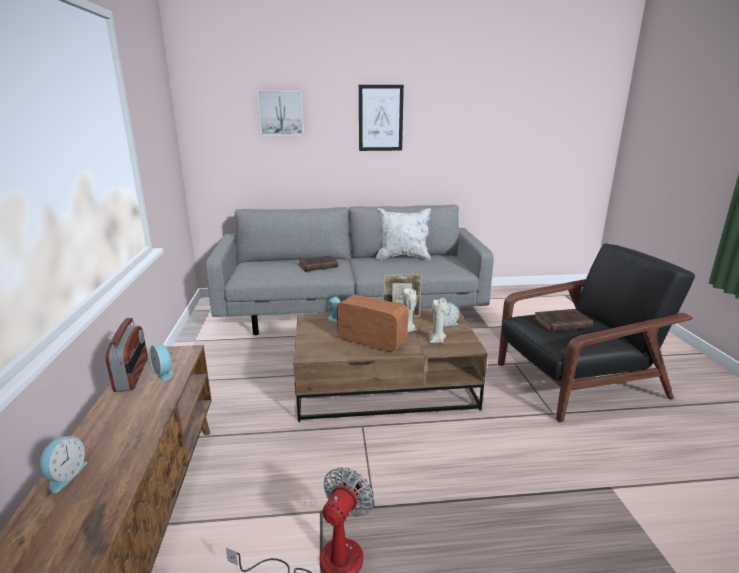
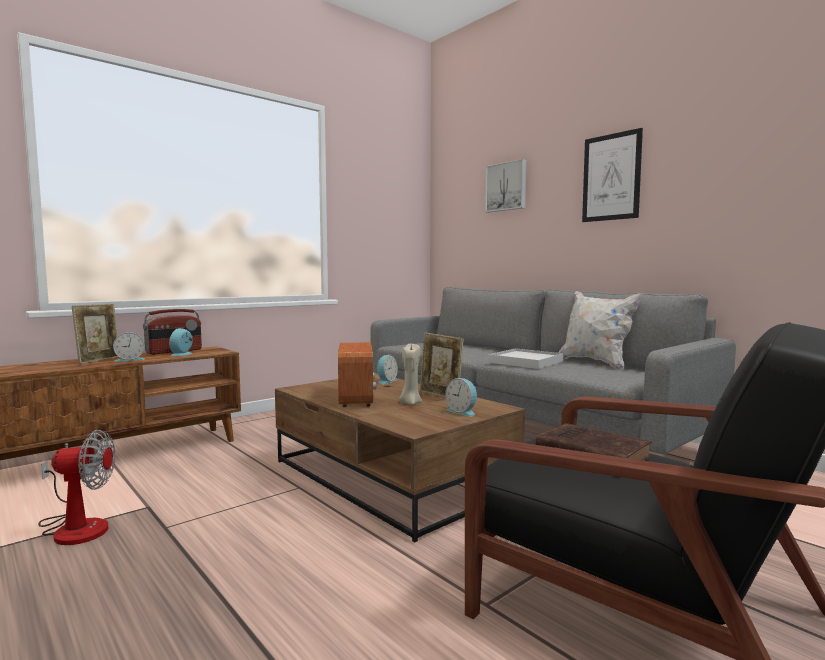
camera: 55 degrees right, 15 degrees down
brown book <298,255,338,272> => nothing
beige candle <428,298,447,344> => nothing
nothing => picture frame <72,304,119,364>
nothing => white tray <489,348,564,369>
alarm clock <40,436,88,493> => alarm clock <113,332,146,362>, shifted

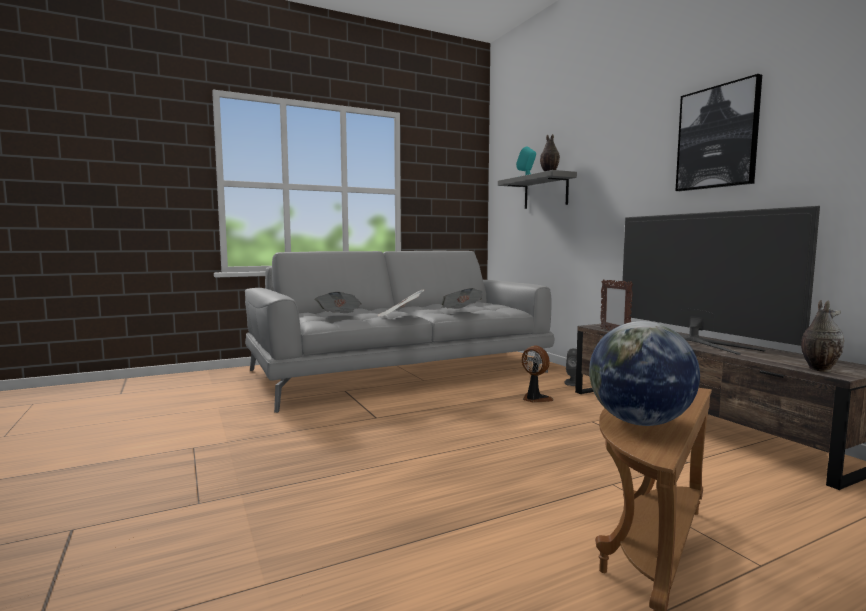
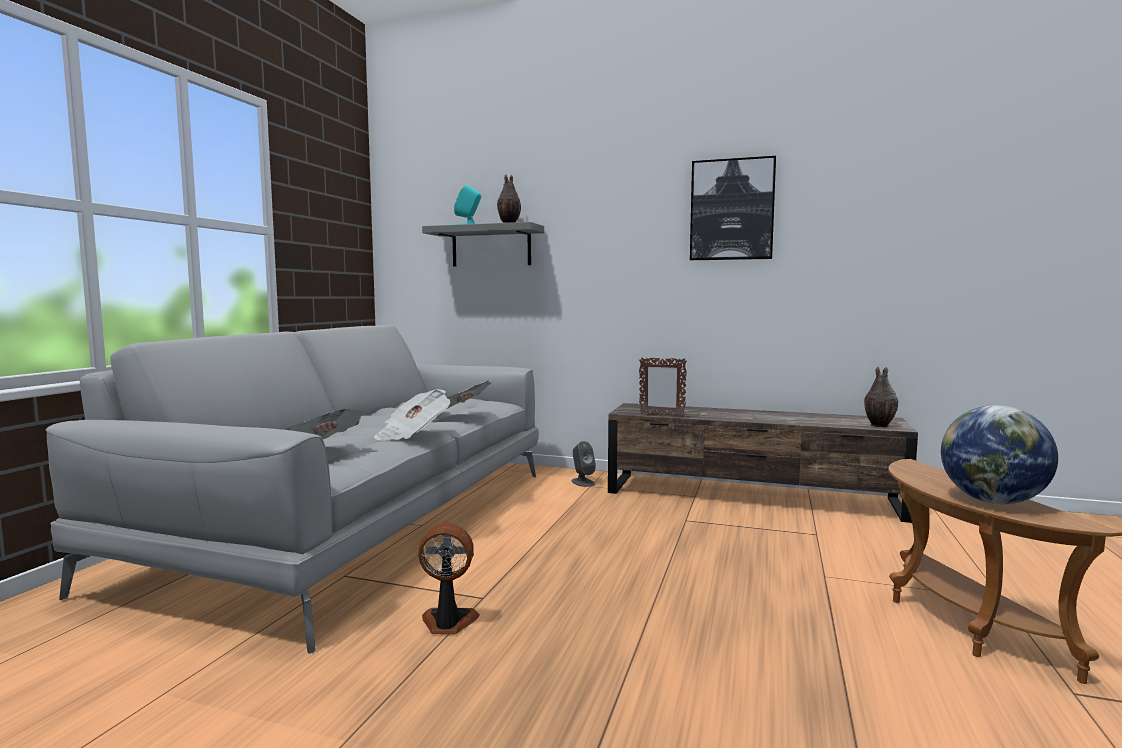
camera: 45 degrees left, 0 degrees up
television <622,206,820,355> => nothing
fan <522,345,554,403> => fan <418,523,480,634>, shifted

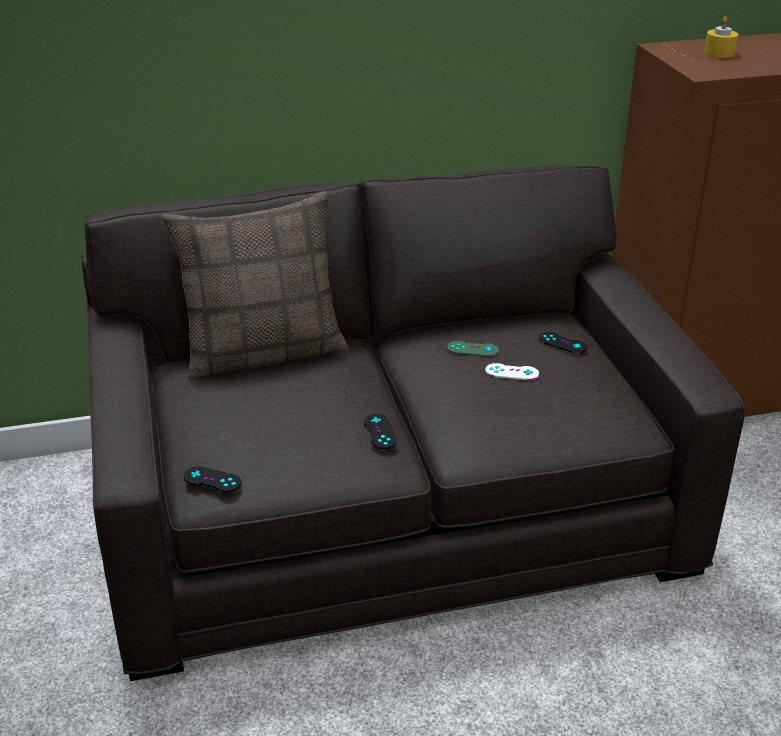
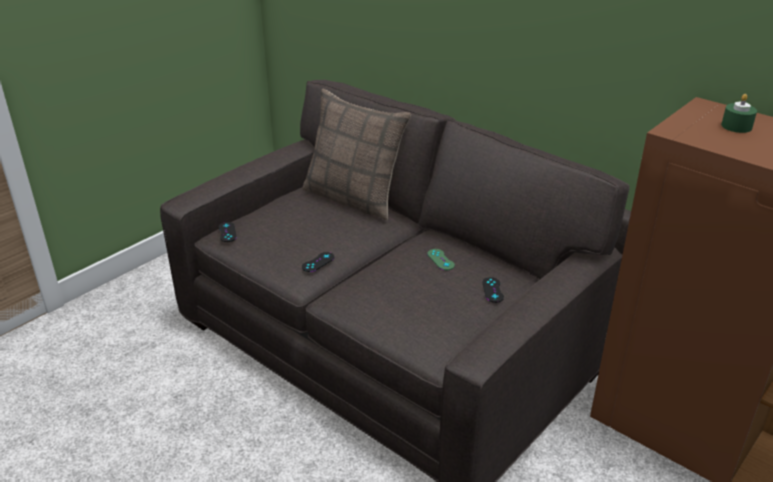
camera: 55 degrees right, 0 degrees up
white game controller <485,363,539,380> => nothing
yellow candle <704,17,738,58> => green candle <721,94,757,133>

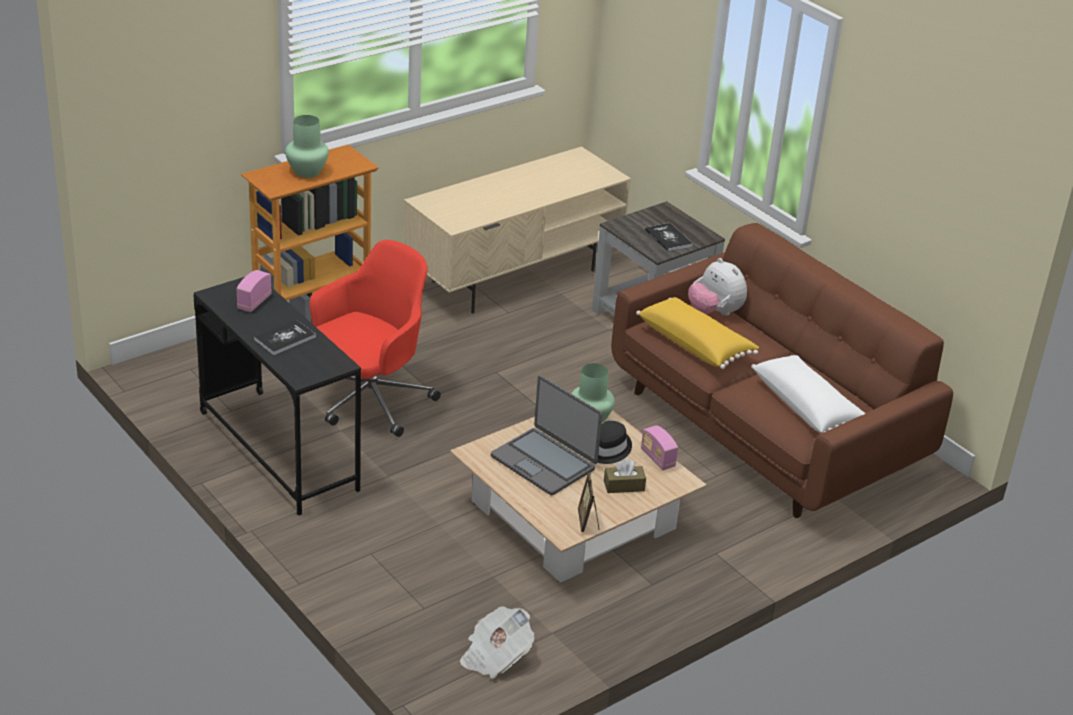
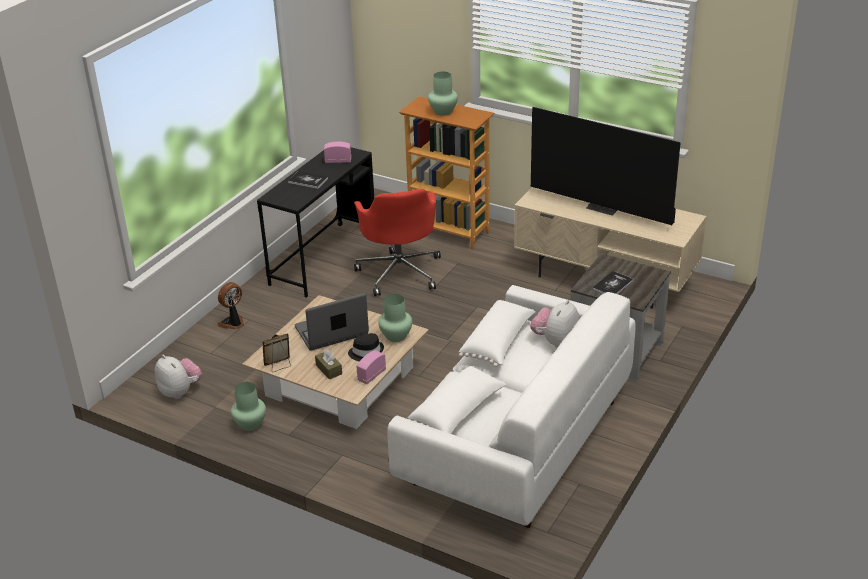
camera: 70 degrees right, 0 degrees up
nothing => fan <217,282,245,329>
nothing => green vase <231,382,266,431>
nothing => television <531,107,681,225>
newspaper <460,606,534,678> => plush toy <154,355,202,399>
brown sofa <611,223,953,518> => white sofa <387,285,635,528>
yellow pillow <636,297,759,369> => white pillow <459,300,536,367>
red office chair <309,240,441,437> => red office chair <354,189,441,296>, 60 degrees clockwise
laptop <491,375,602,495> => laptop <295,293,369,351>, 45 degrees clockwise

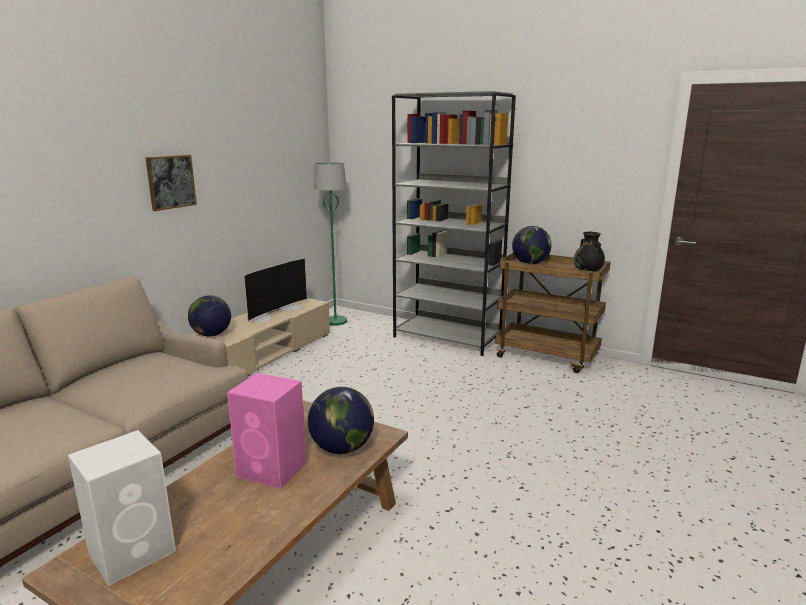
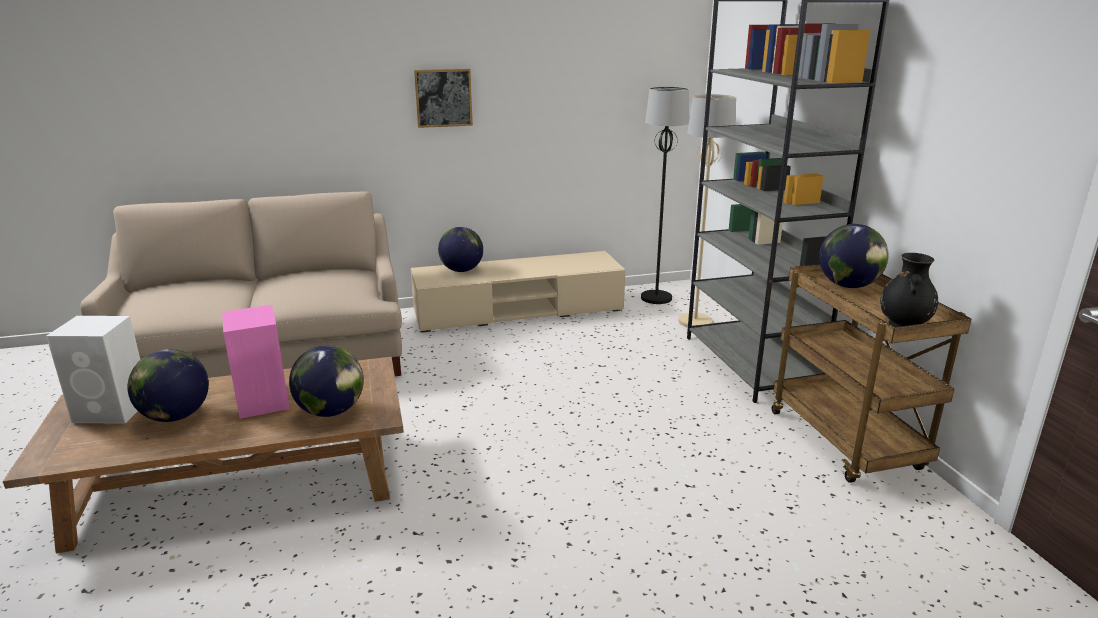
camera: 45 degrees right, 5 degrees up
television <244,258,307,323> => nothing
nothing => globe <127,349,209,422>
nothing => beige floor lamp <679,94,736,328>
green floor lamp <314,162,347,326> => black floor lamp <641,87,689,304>

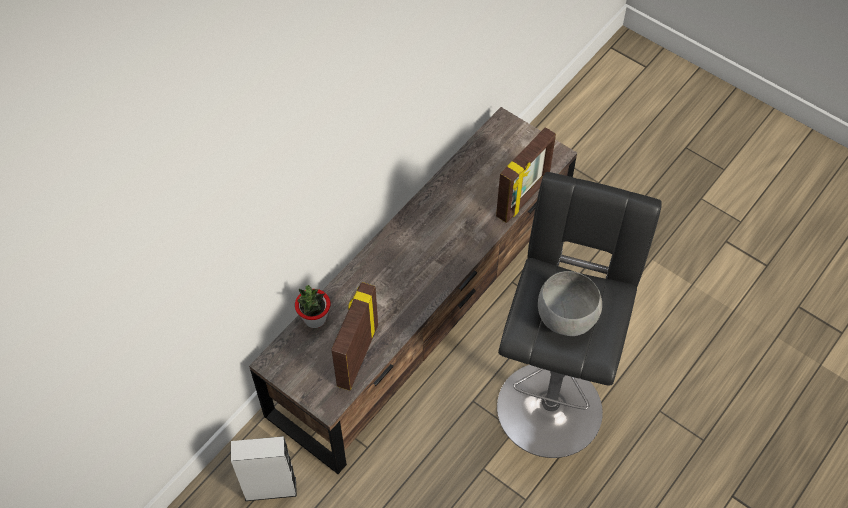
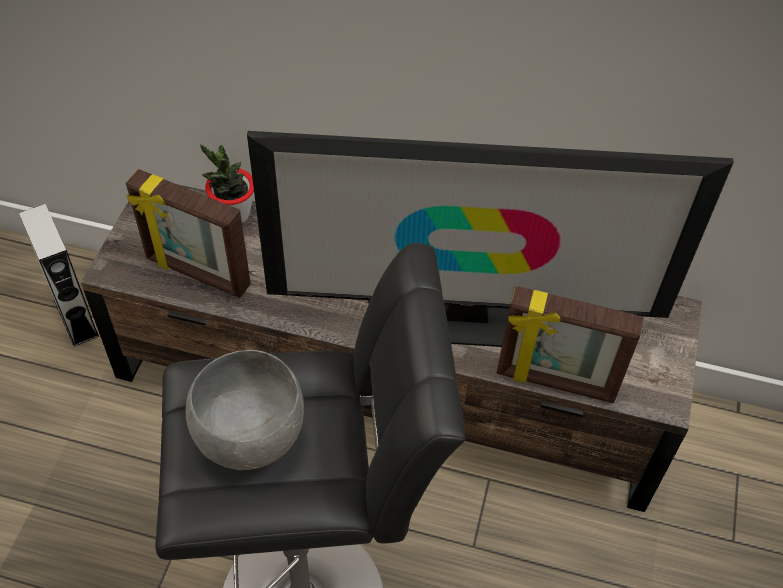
camera: 65 degrees right, 5 degrees down
nothing => television <247,131,734,347>
picture frame <331,282,378,391> => picture frame <126,169,251,298>, 150 degrees counterclockwise

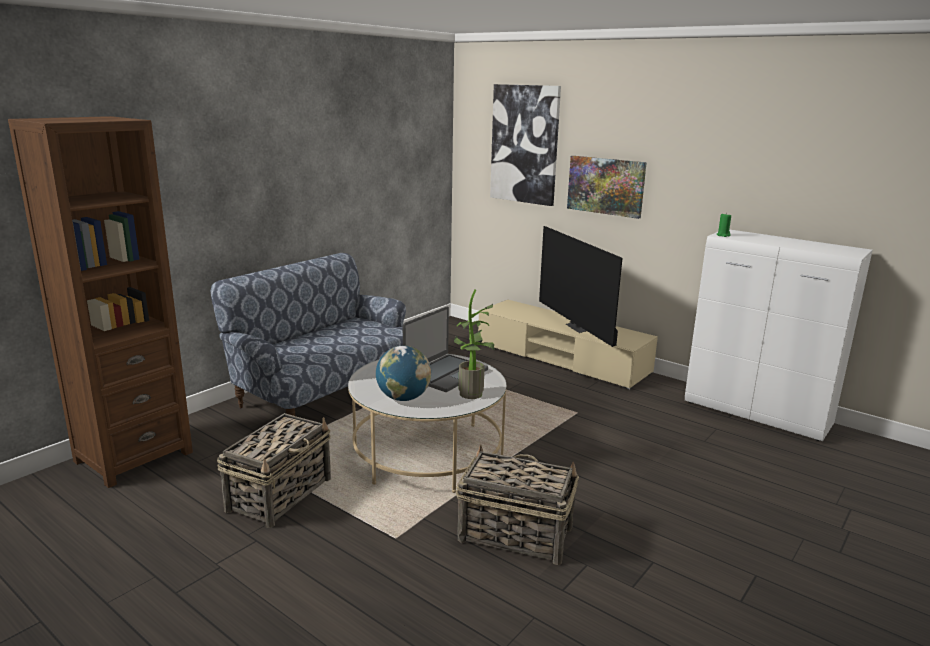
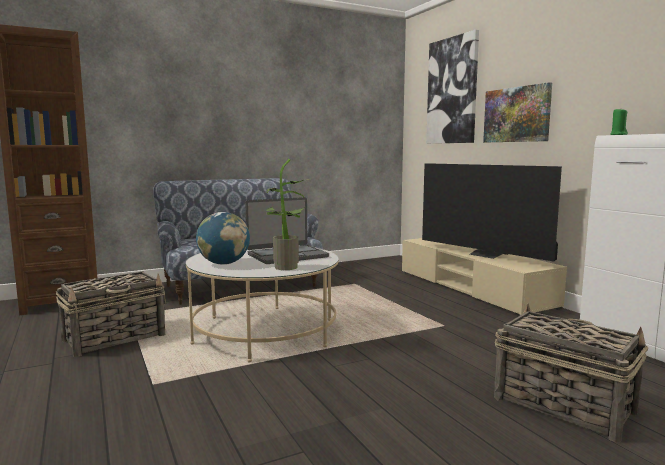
camera: 25 degrees right, 10 degrees down
basket <456,444,579,565> => basket <494,303,648,443>, shifted
television <539,226,622,347> => television <422,163,562,262>, 45 degrees counterclockwise

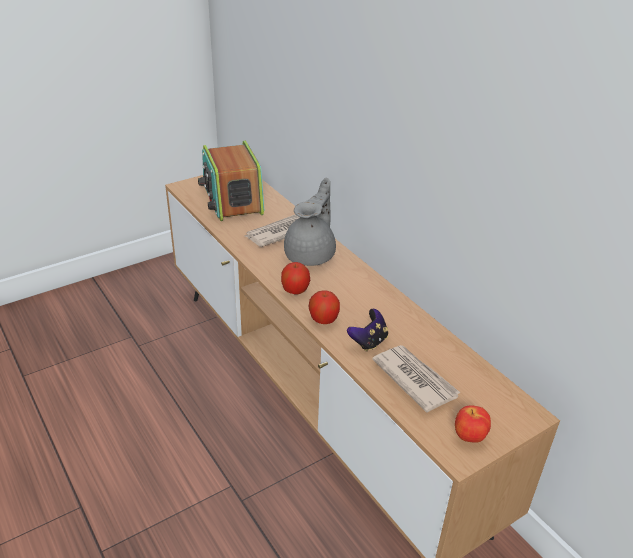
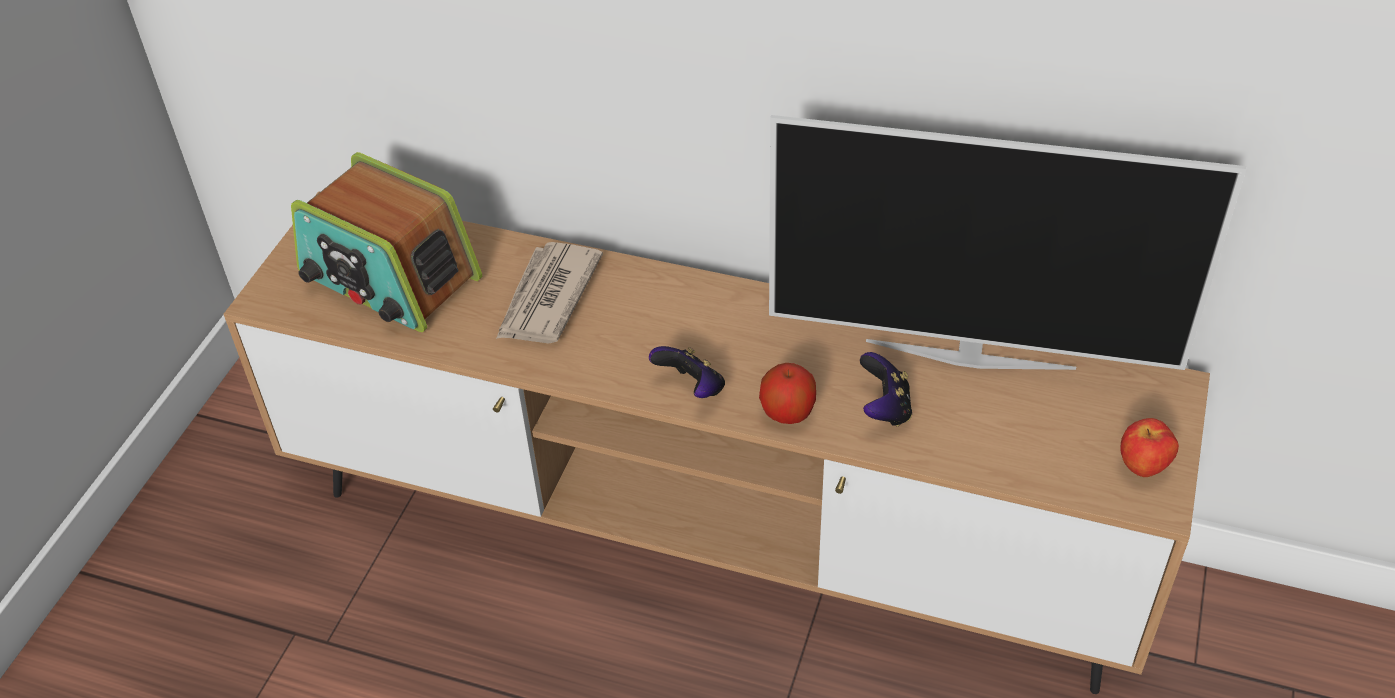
camera: 35 degrees left, 10 degrees up
grey teapot <284,177,336,266> => nothing
newspaper <372,345,461,413> => nothing
nothing => television <769,115,1246,370>
apple <281,262,311,295> => game controller <649,346,725,398>

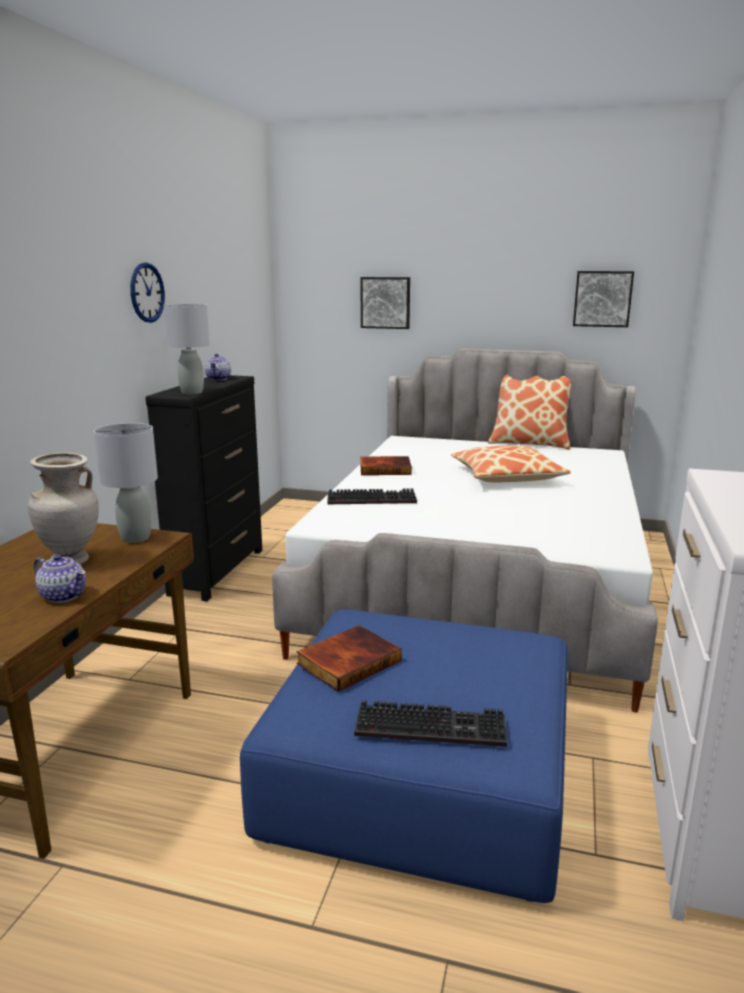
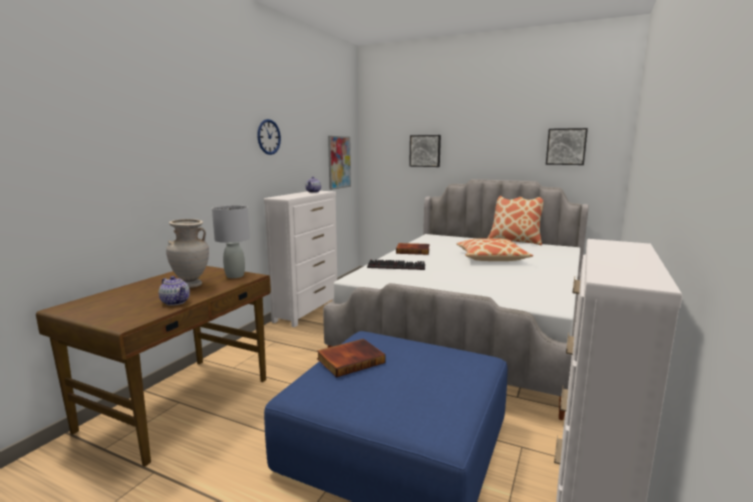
camera: 10 degrees right, 5 degrees down
grey table lamp <164,304,210,394> => nothing
keyboard <354,700,507,747> => nothing
nothing => picture <328,136,351,190>
black dresser <146,375,262,601> => white dresser <264,191,337,327>

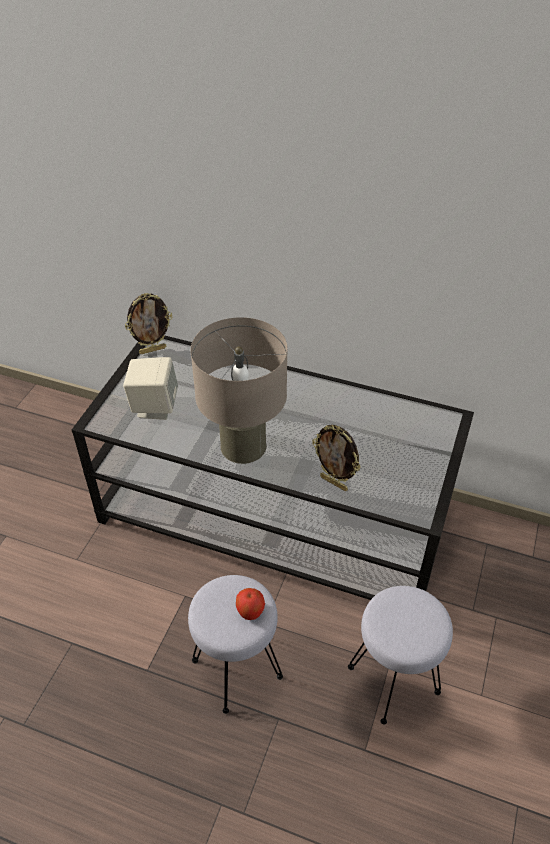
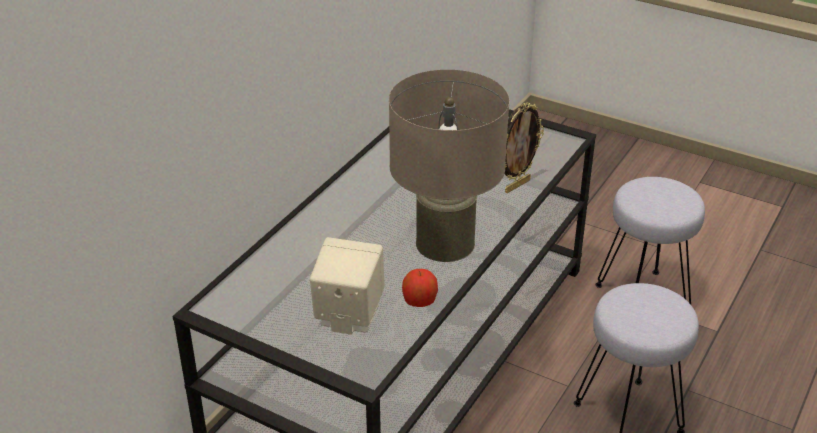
camera: 80 degrees left, 10 degrees down
picture frame <125,293,173,354> => nothing
apple <236,588,265,620> => apple <402,269,438,307>, shifted

